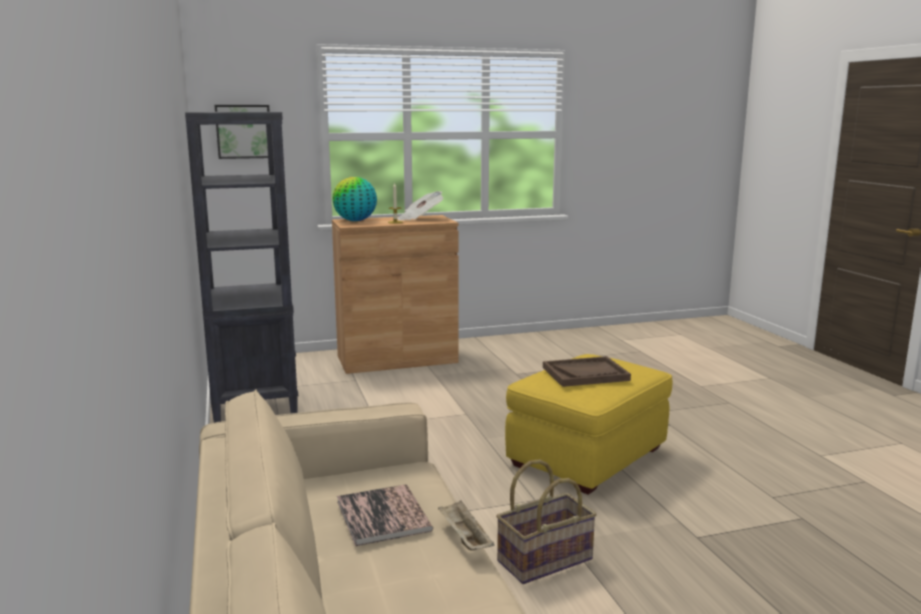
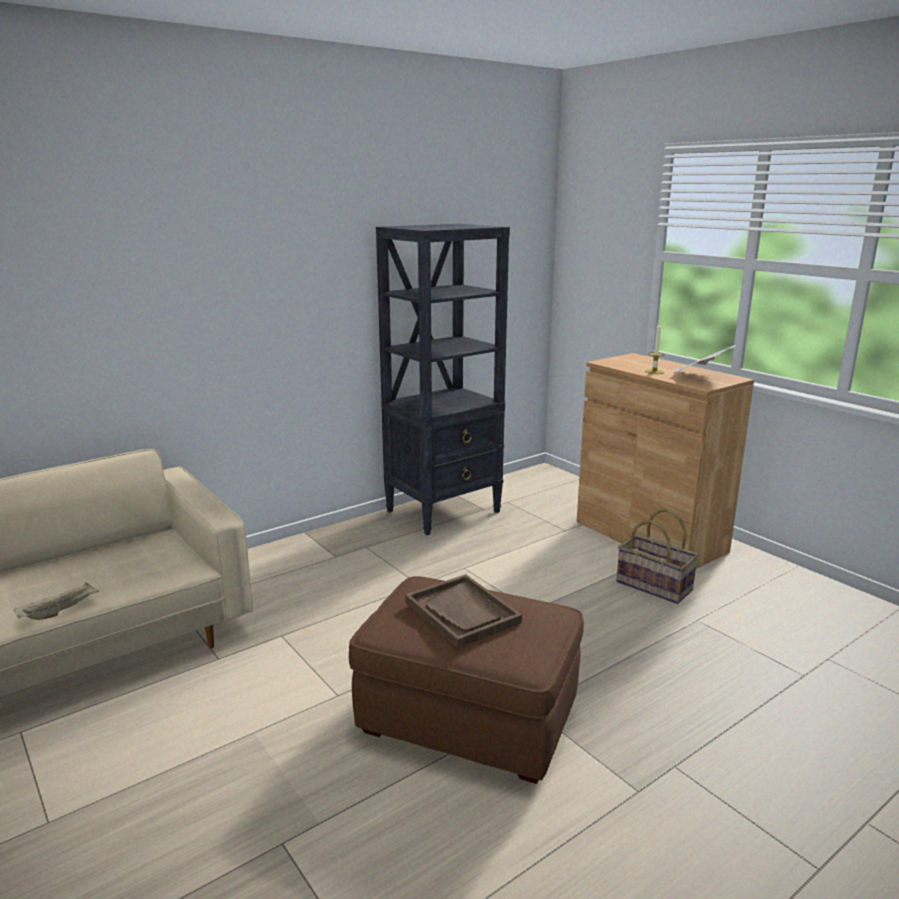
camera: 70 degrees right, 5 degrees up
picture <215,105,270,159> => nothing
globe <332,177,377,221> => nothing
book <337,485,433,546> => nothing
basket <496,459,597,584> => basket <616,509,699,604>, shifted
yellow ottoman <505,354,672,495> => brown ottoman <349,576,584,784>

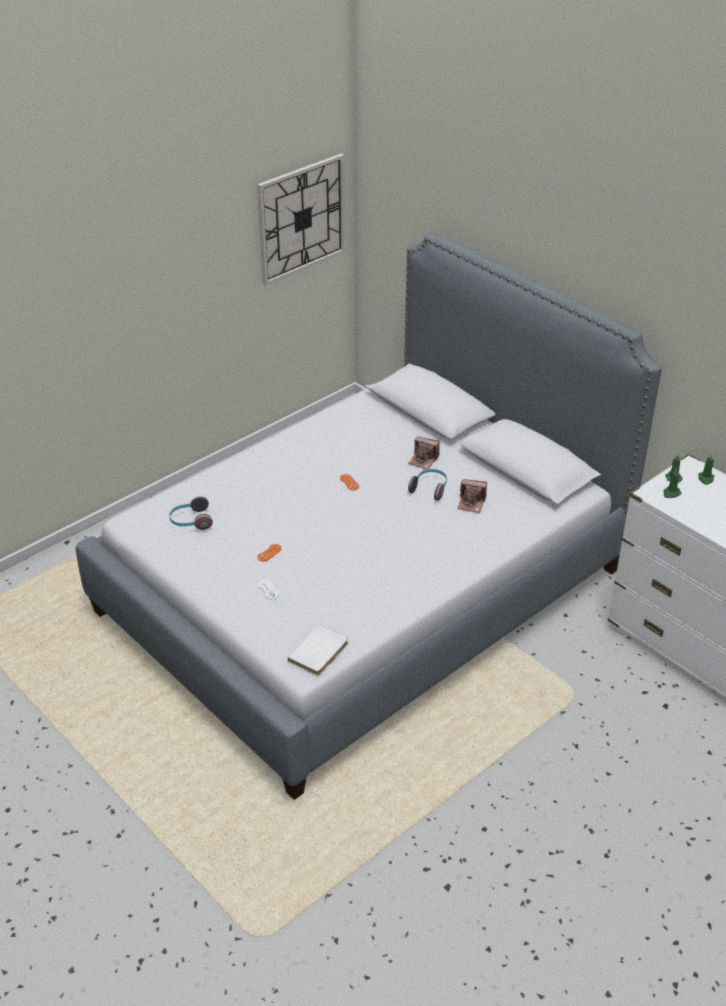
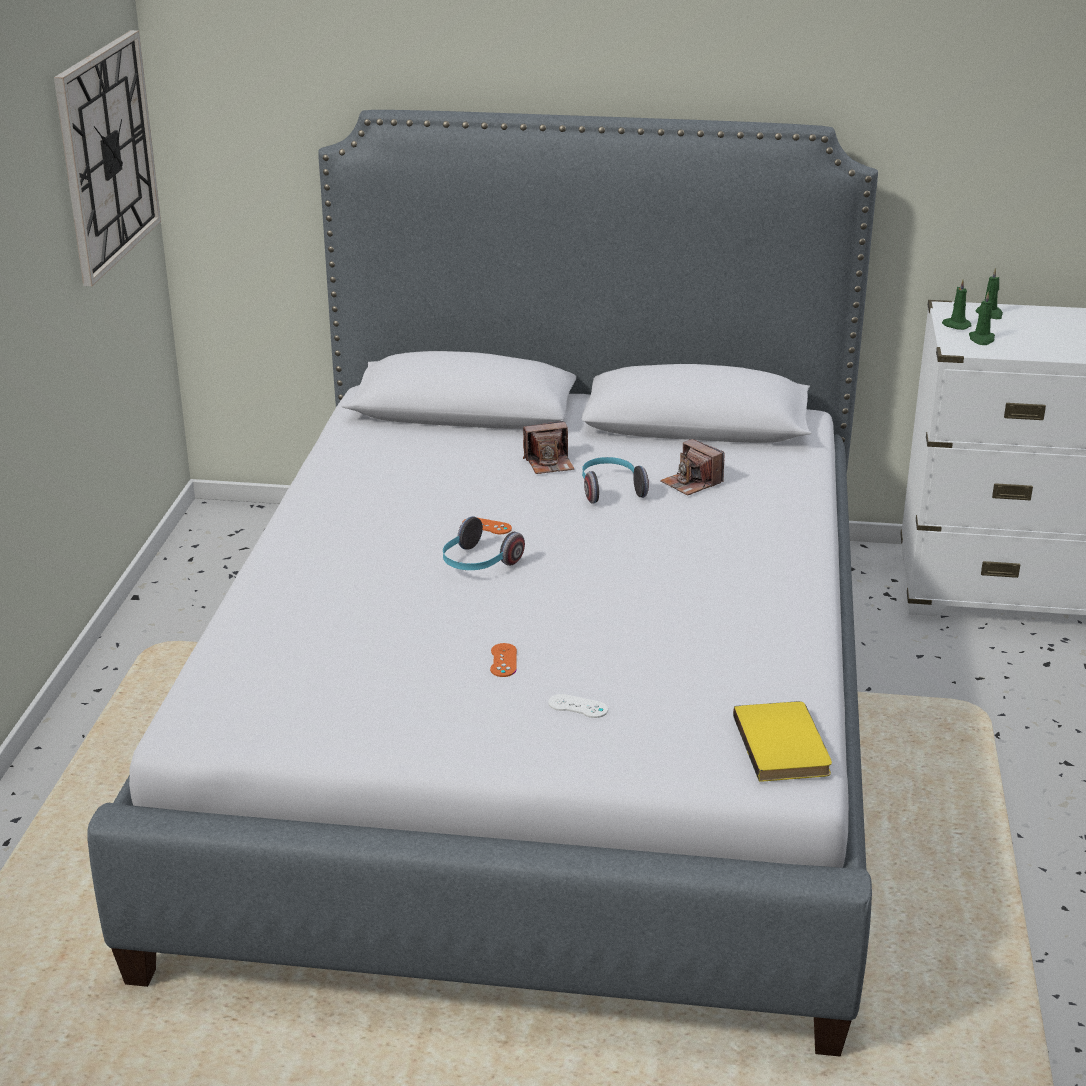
camera: 40 degrees left, 10 degrees down
headphones <169,496,213,530> => headphones <443,516,525,570>, shifted
white book <288,624,348,676> => yellow book <733,701,832,782>
photo camera <457,479,487,513> => photo camera <660,439,725,495>, 75 degrees clockwise

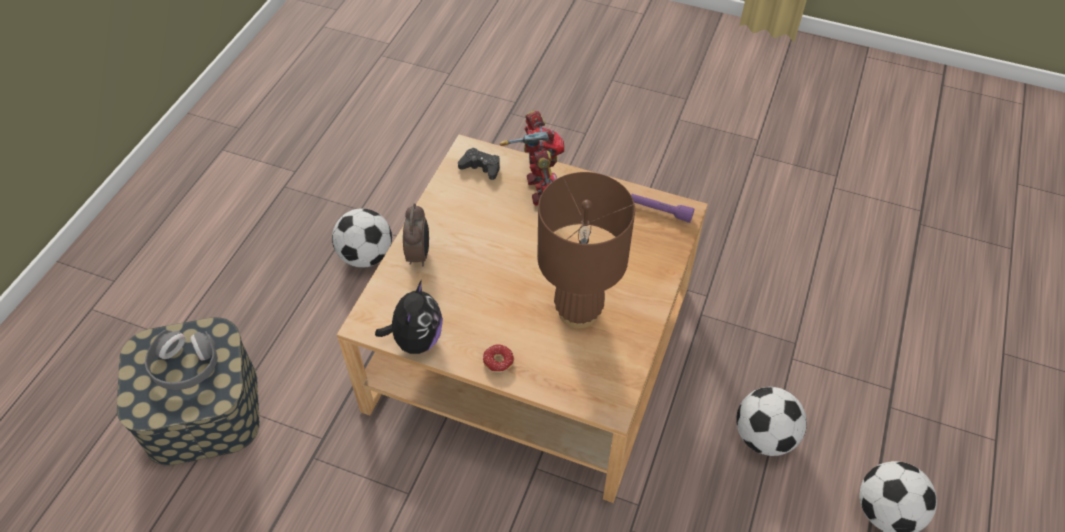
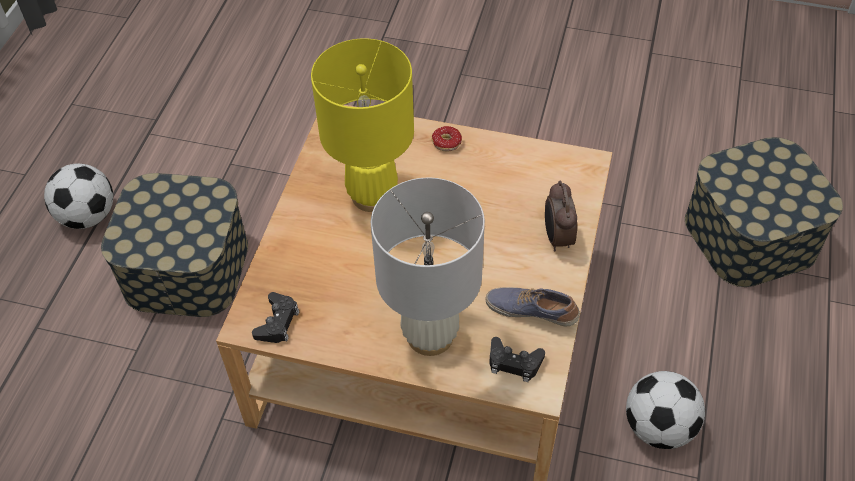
camera: 175 degrees right, 0 degrees up
grey headphones <144,330,218,390> => nothing
plush toy <375,280,443,354> => nothing
nothing => shoe <486,287,580,326>
toy robot <500,111,564,206> => white table lamp <371,178,485,356>
purple flashlight <631,194,695,223> => black game controller <252,292,300,343>
football <736,387,807,456> => storage box <101,173,248,317>
brown table lamp <537,172,635,329> => yellow table lamp <311,38,414,212>

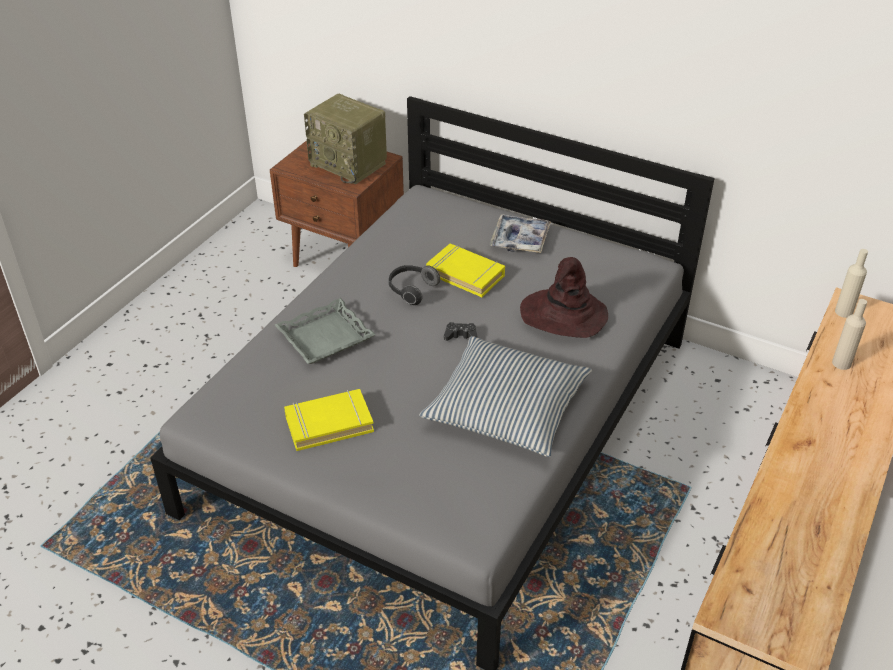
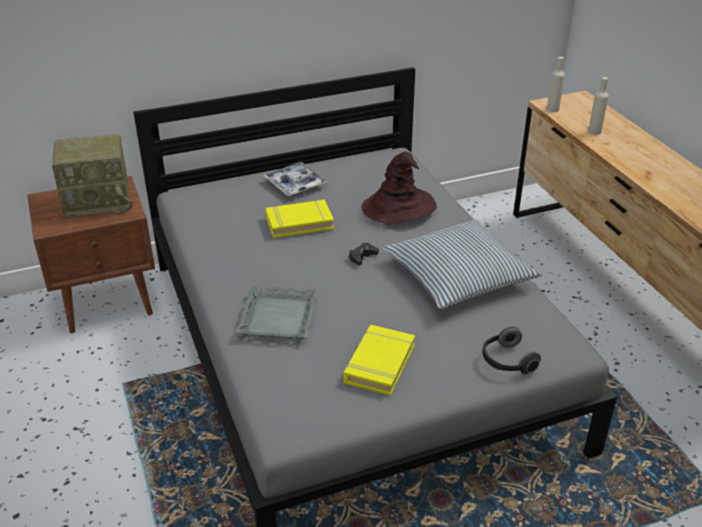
camera: 50 degrees left, 5 degrees down
headphones <389,265,440,305> => headphones <482,327,541,374>, shifted

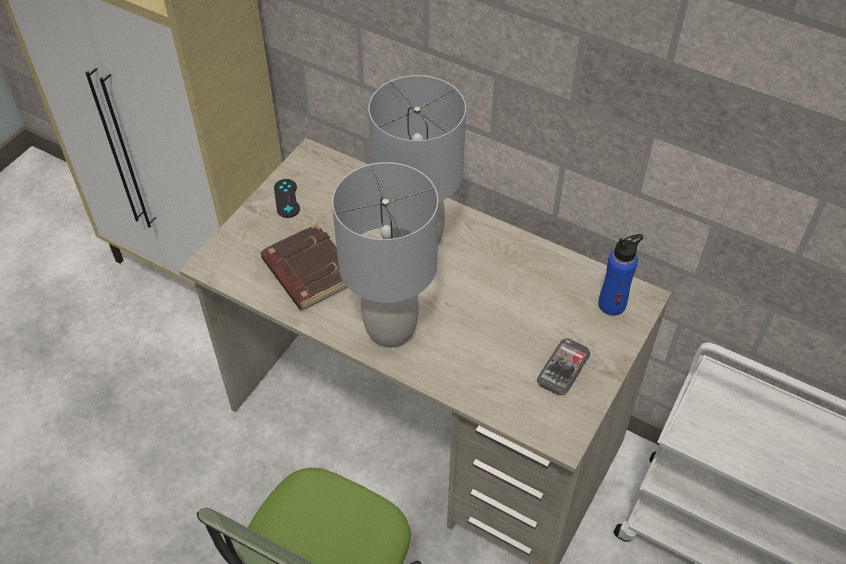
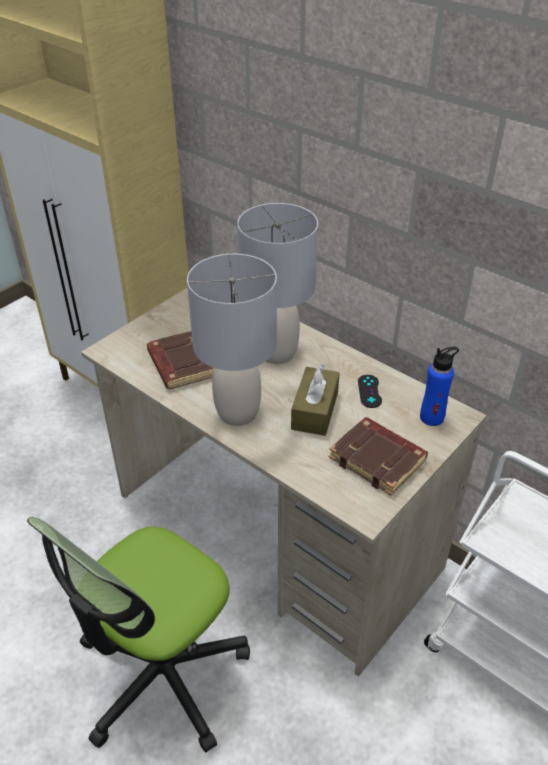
camera: 10 degrees right, 10 degrees down
nothing => brown tissue box <291,364,340,436>
black game controller <274,179,300,218> => black game controller <358,375,382,408>, shifted
phone <537,338,591,395> => brown book <329,417,428,496>

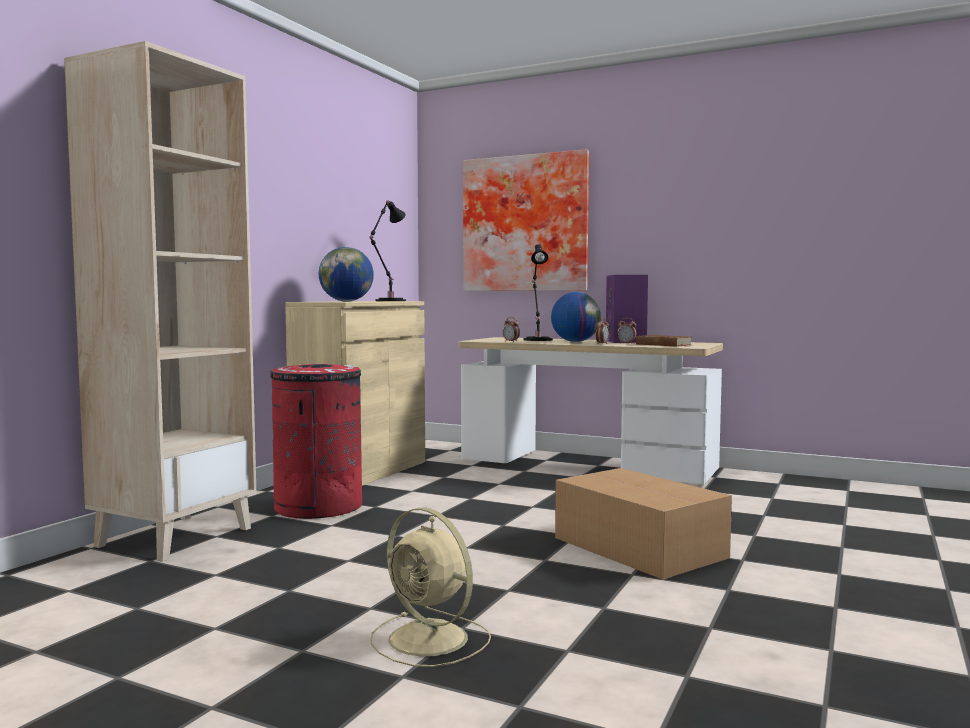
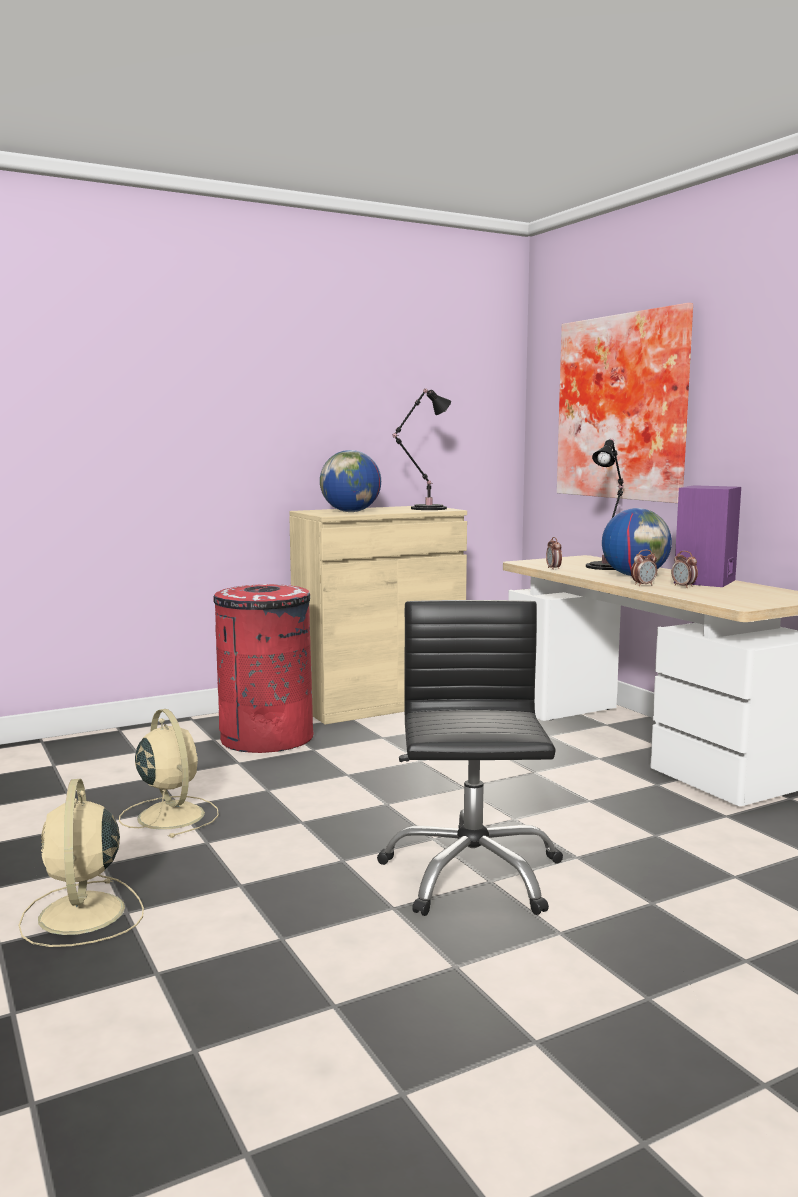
camera: 35 degrees right, 5 degrees up
beige bookcase <64,41,256,562> => nothing
brown book <636,335,691,347> => nothing
nothing => beige fan <119,709,219,838>
cardboard box <555,468,732,580> => black office chair <377,600,563,916>

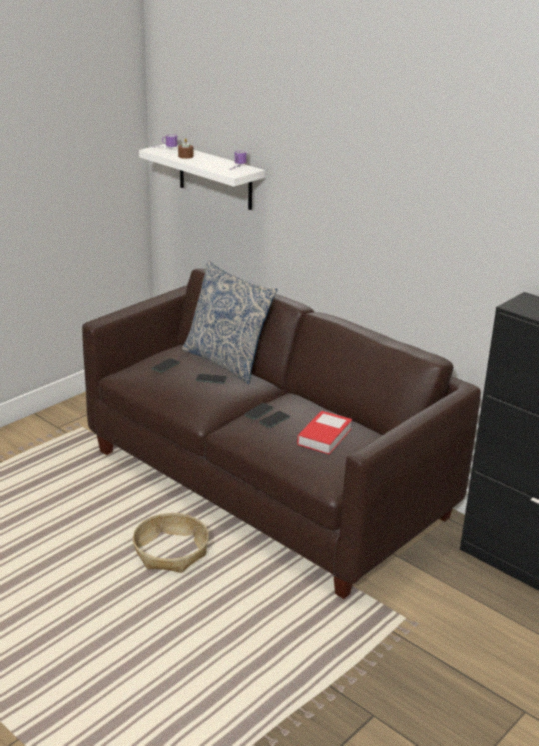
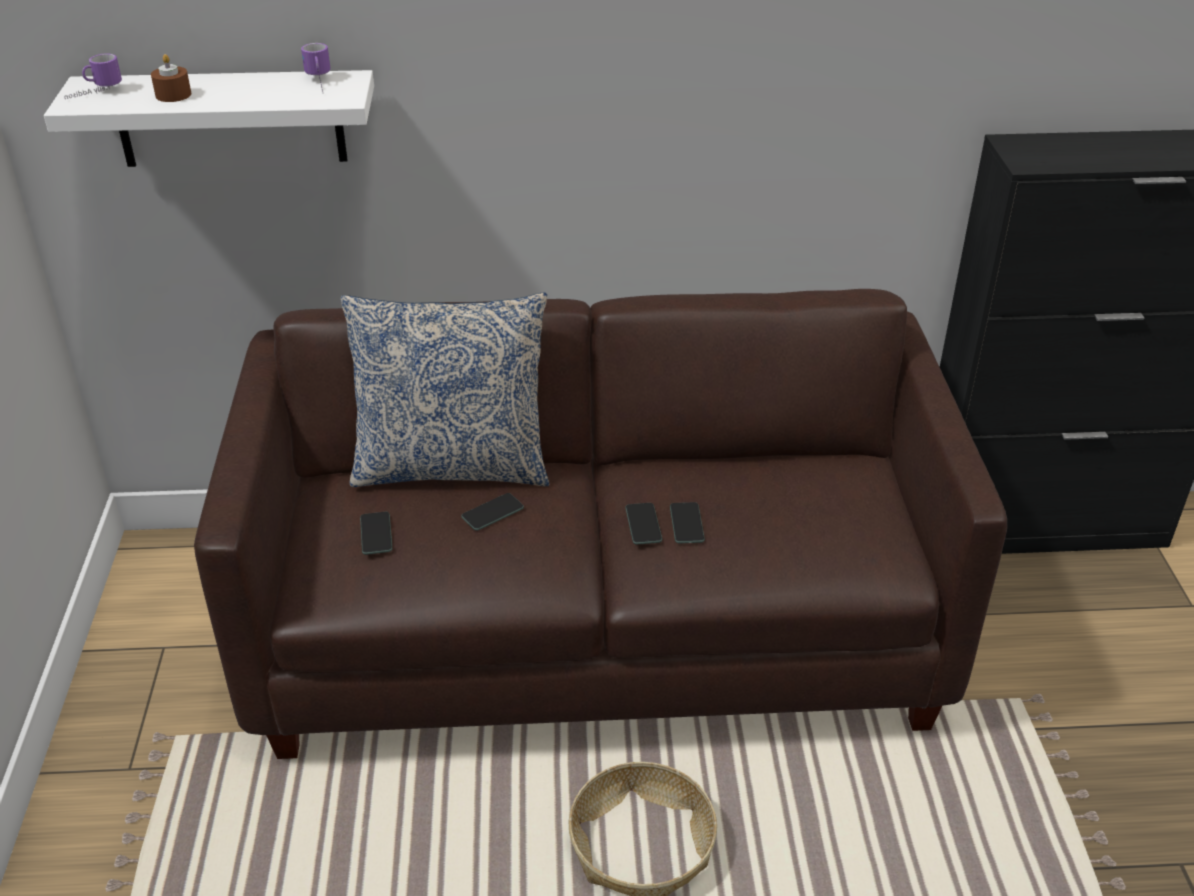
camera: 45 degrees left, 10 degrees up
book <297,411,352,455> => nothing

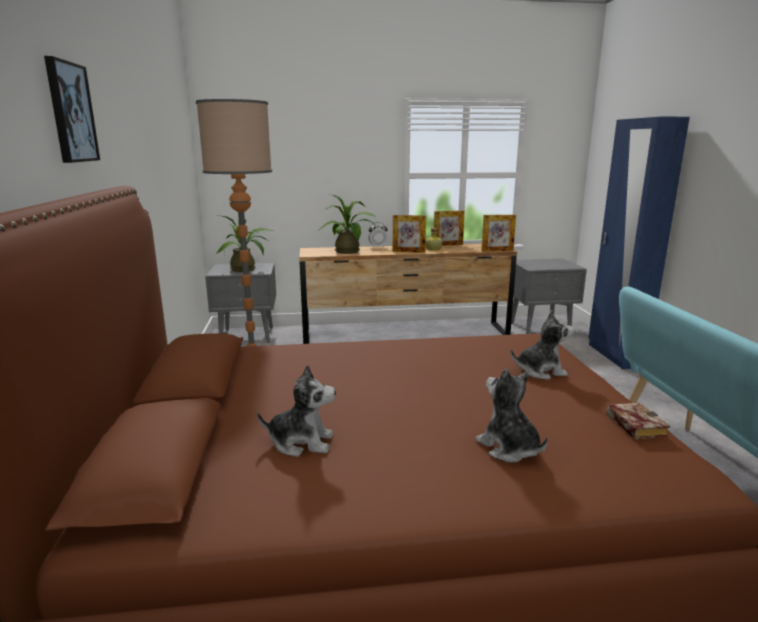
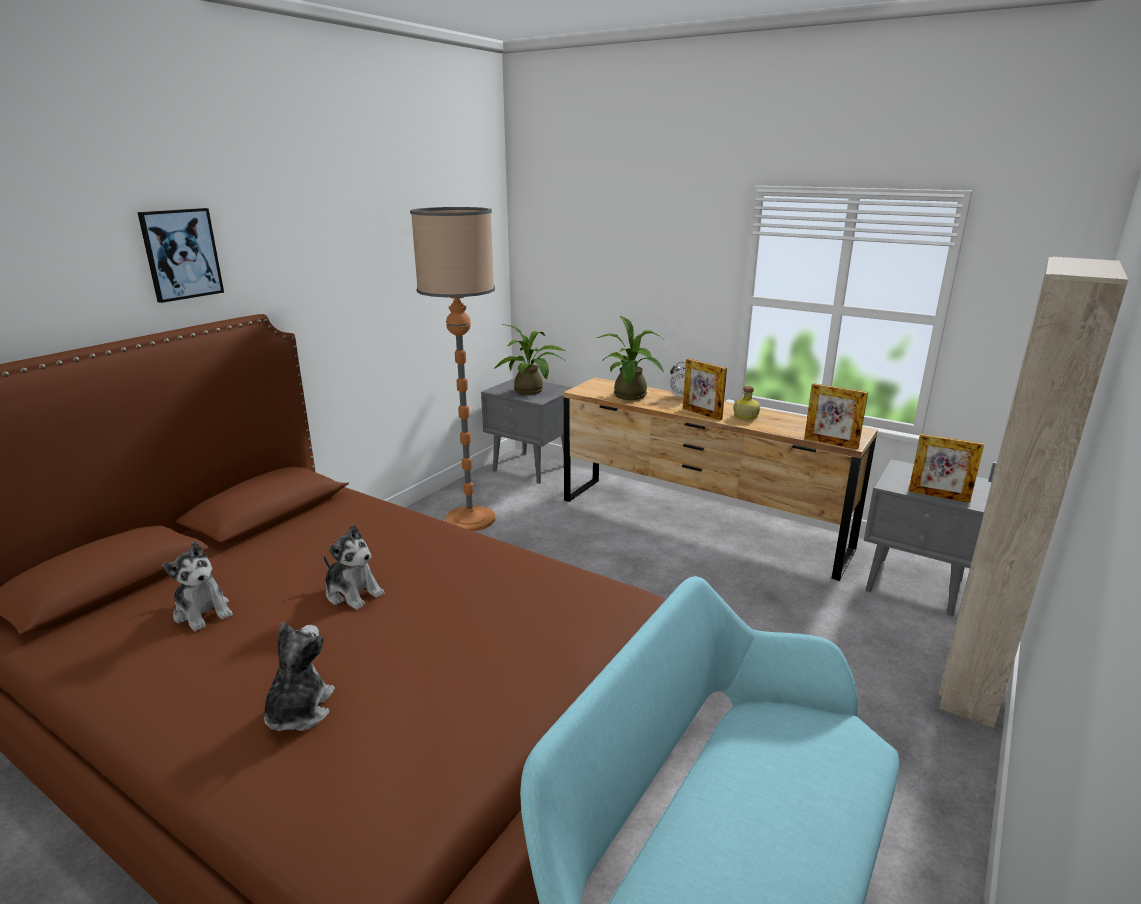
camera: 40 degrees right, 5 degrees up
book <607,403,670,439> => nothing
picture frame <434,210,465,246> => picture frame <908,434,984,503>, shifted
plush toy <510,310,574,380> => plush toy <323,524,385,610>, shifted
blue wardrobe <588,117,690,369> => beige wardrobe <939,257,1128,728>

